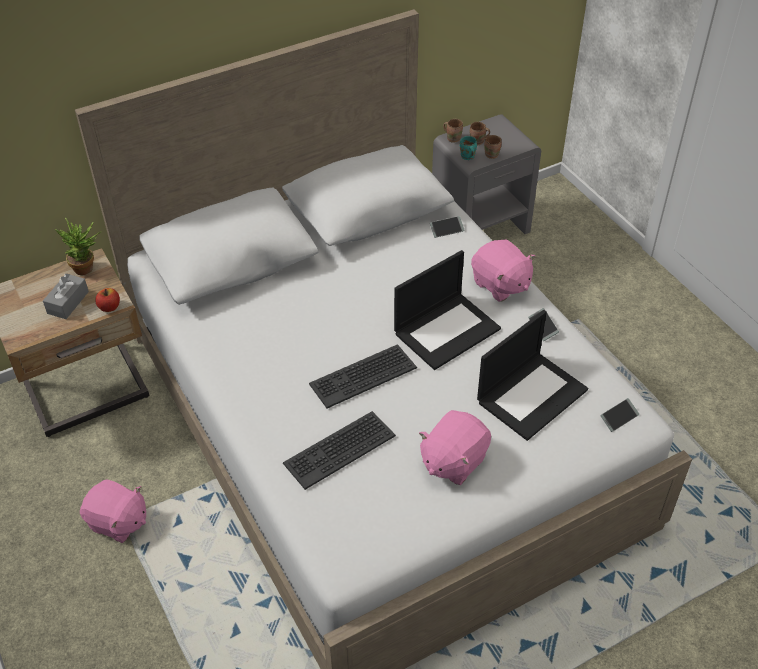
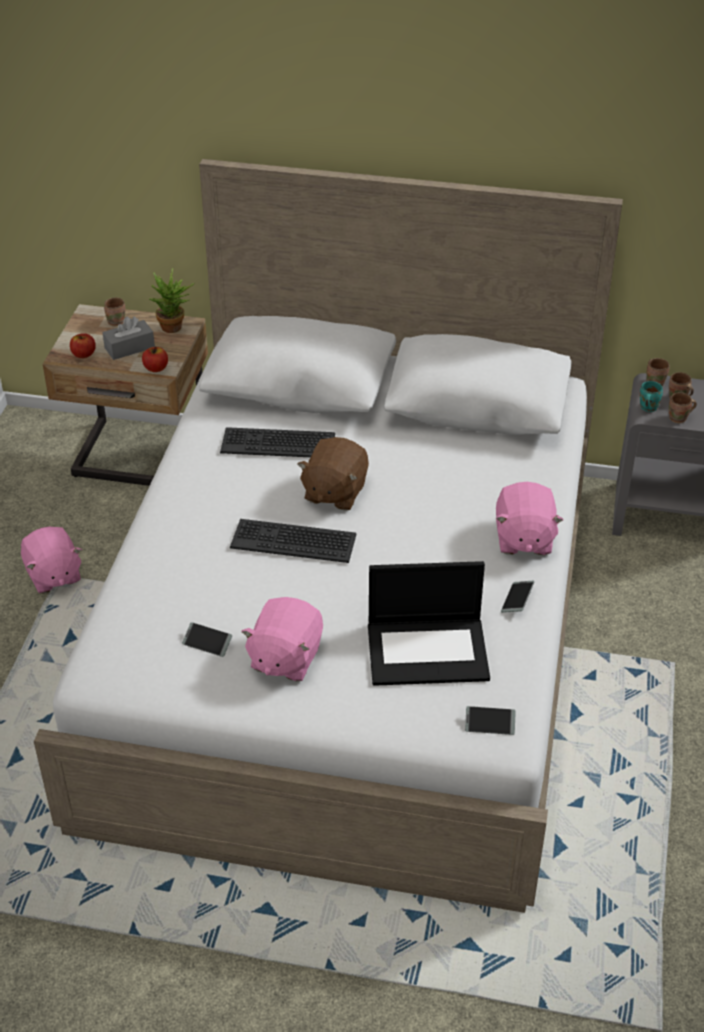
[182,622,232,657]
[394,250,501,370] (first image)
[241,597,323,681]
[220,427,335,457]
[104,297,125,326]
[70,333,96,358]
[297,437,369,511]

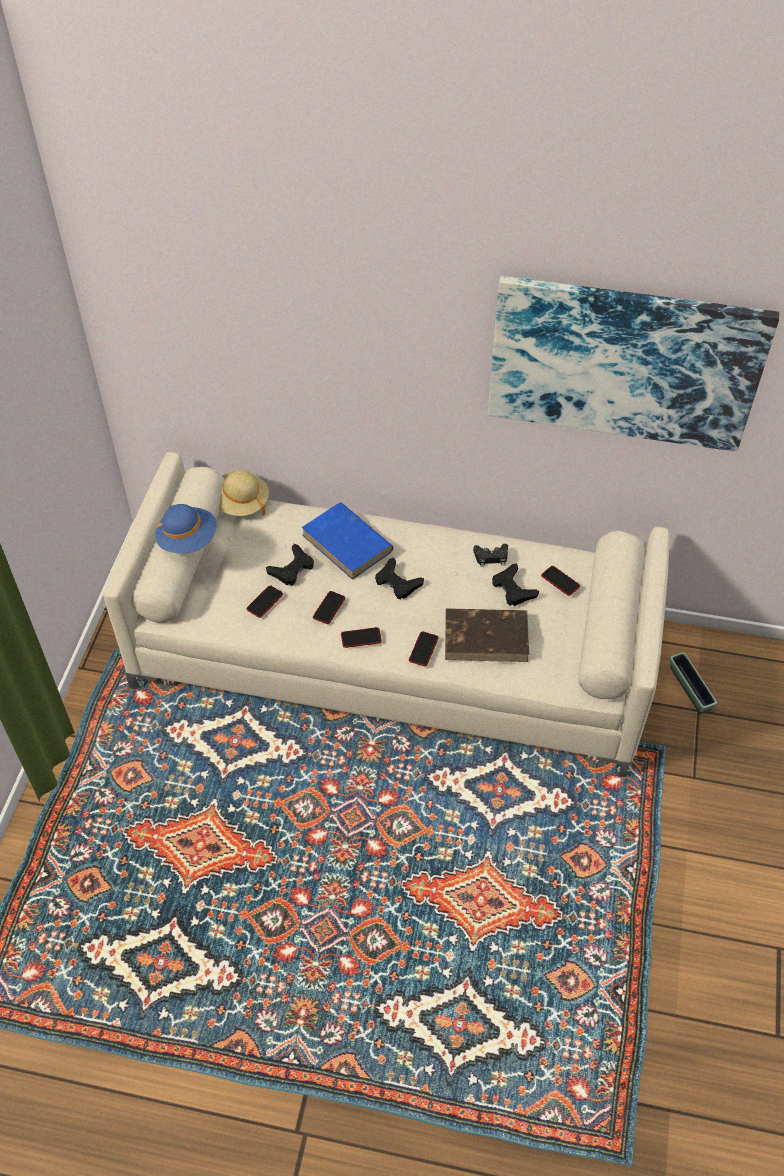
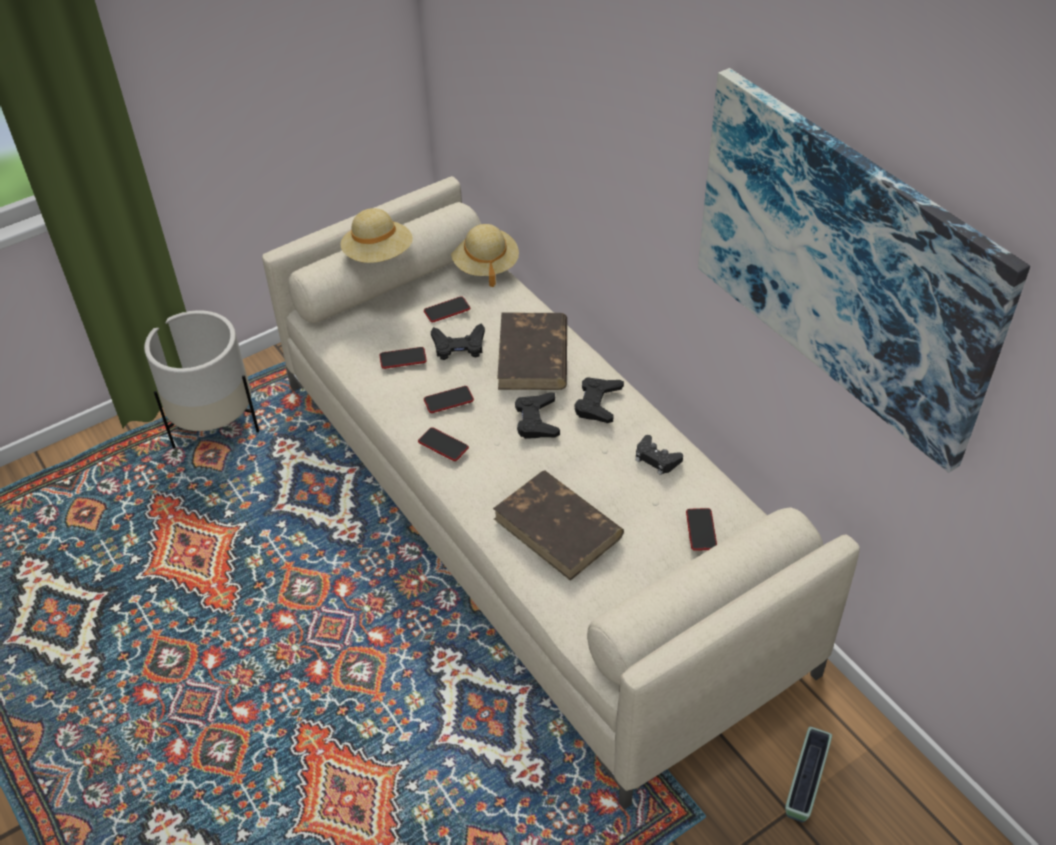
[497,313,567,390]
[340,208,413,263]
[574,377,624,423]
[424,296,470,322]
[144,310,259,448]

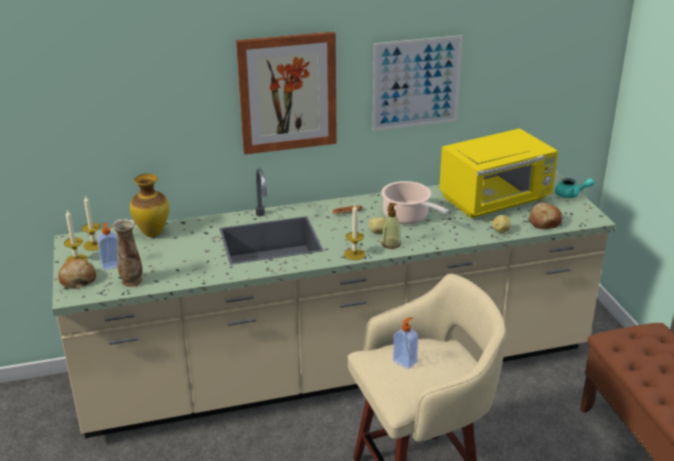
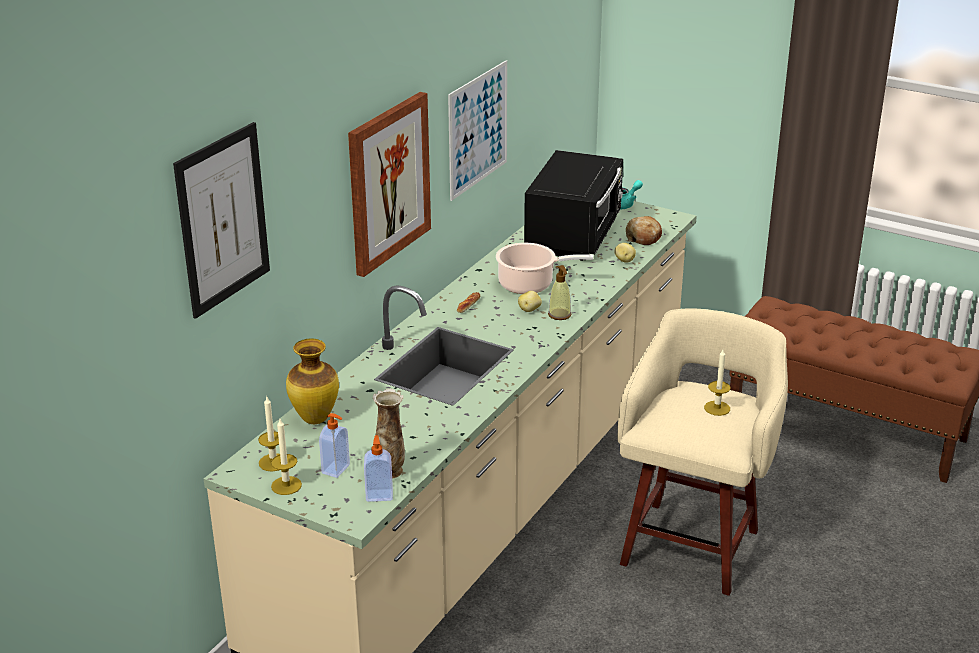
[524,150,623,261]
[704,350,731,416]
[58,258,96,289] (first image)
[364,435,393,502]
[173,122,270,319]

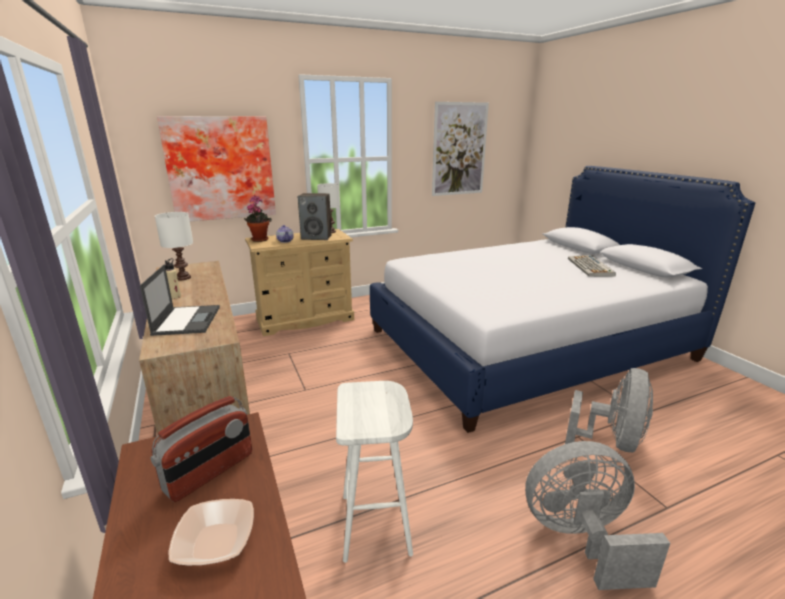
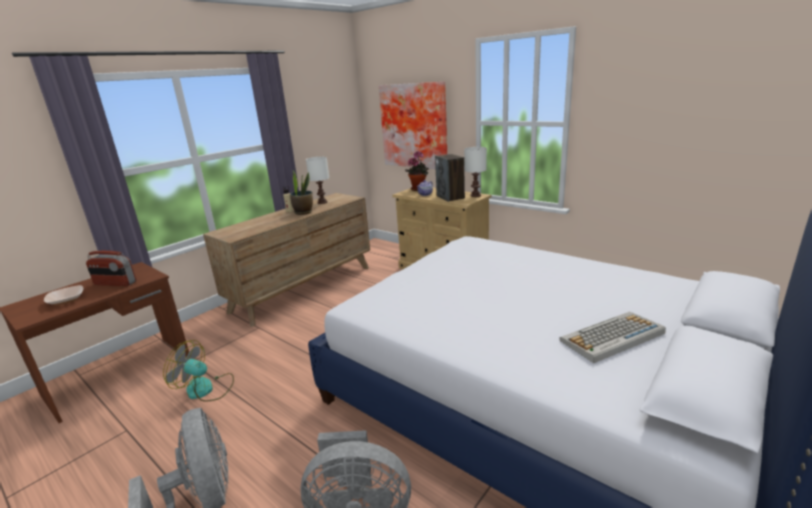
[432,102,489,196] (first image)
[140,264,220,336] (first image)
[163,340,234,402]
[290,171,313,215]

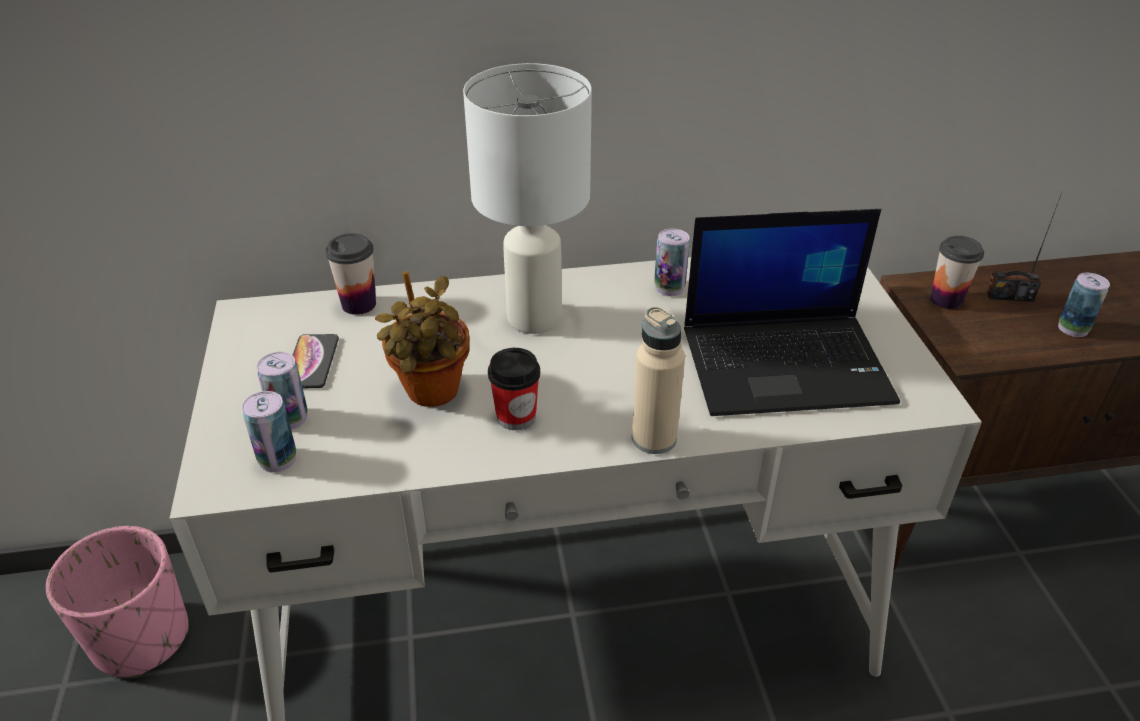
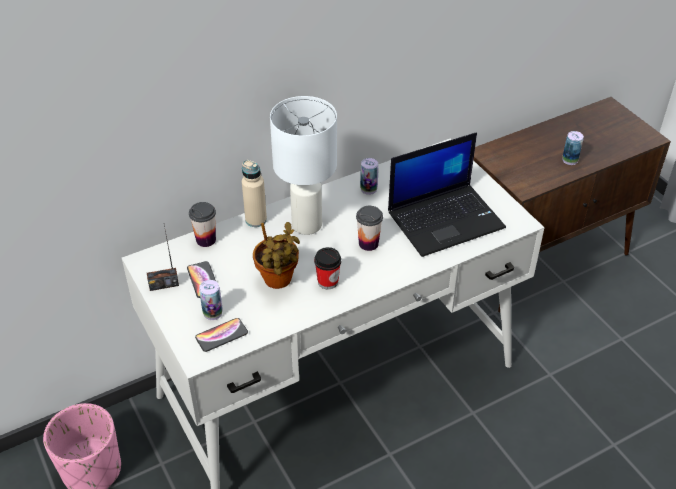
[147,225,179,291]
[356,206,383,251]
[242,160,267,227]
[195,318,248,352]

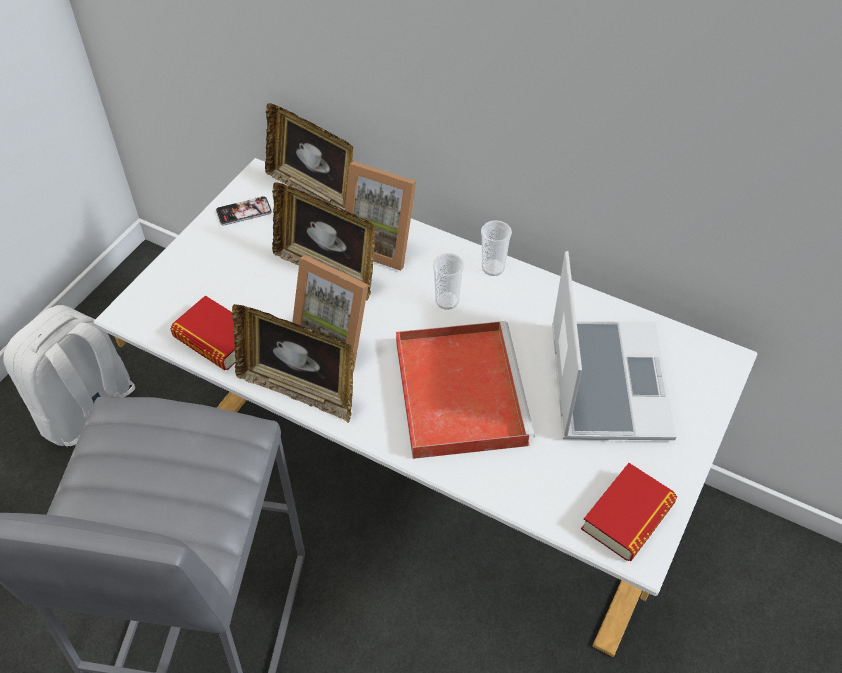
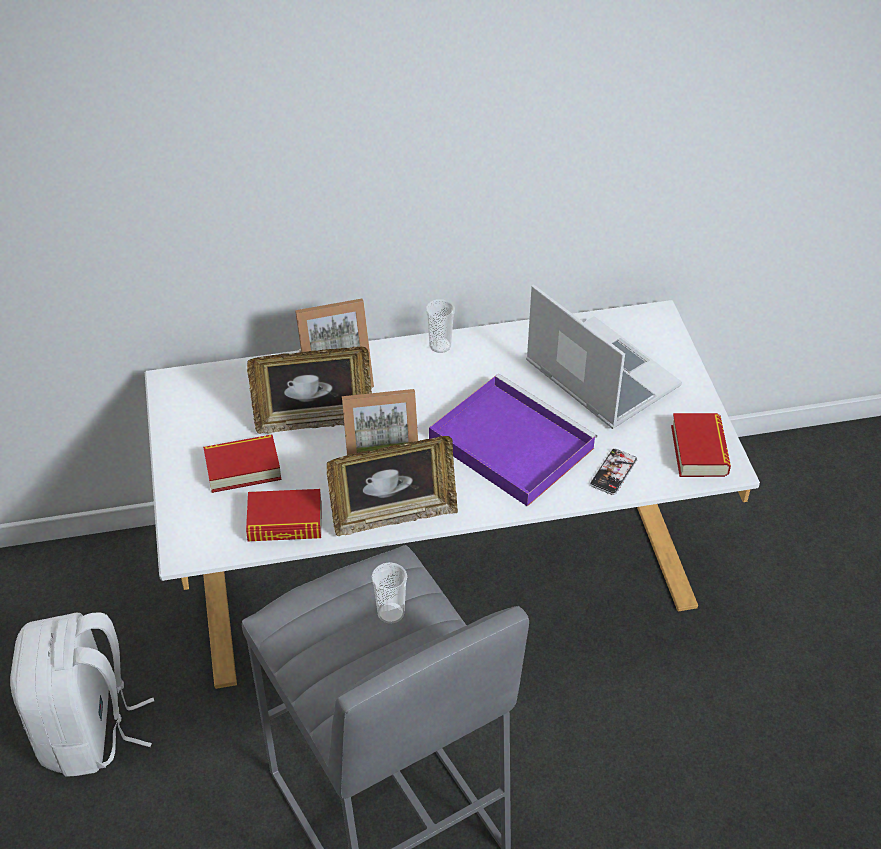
[265,103,353,210] (first image)
[590,448,637,495]
[372,562,407,624]
[429,374,597,507]
[203,435,282,493]

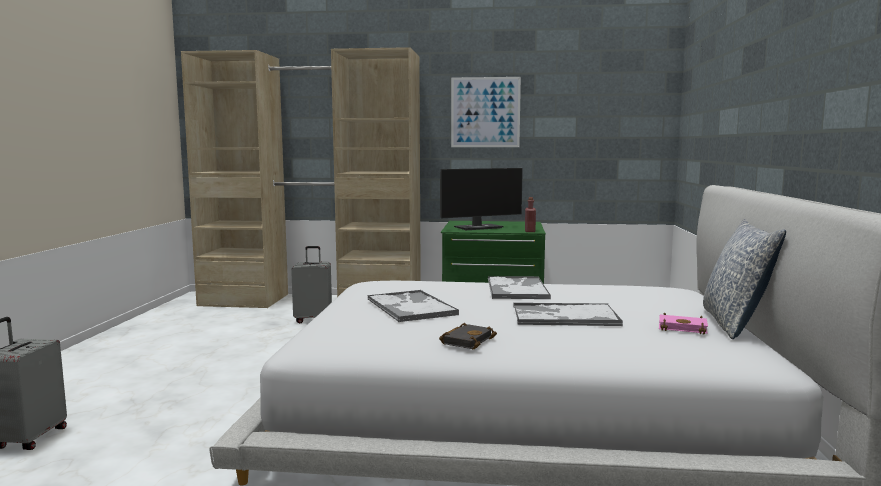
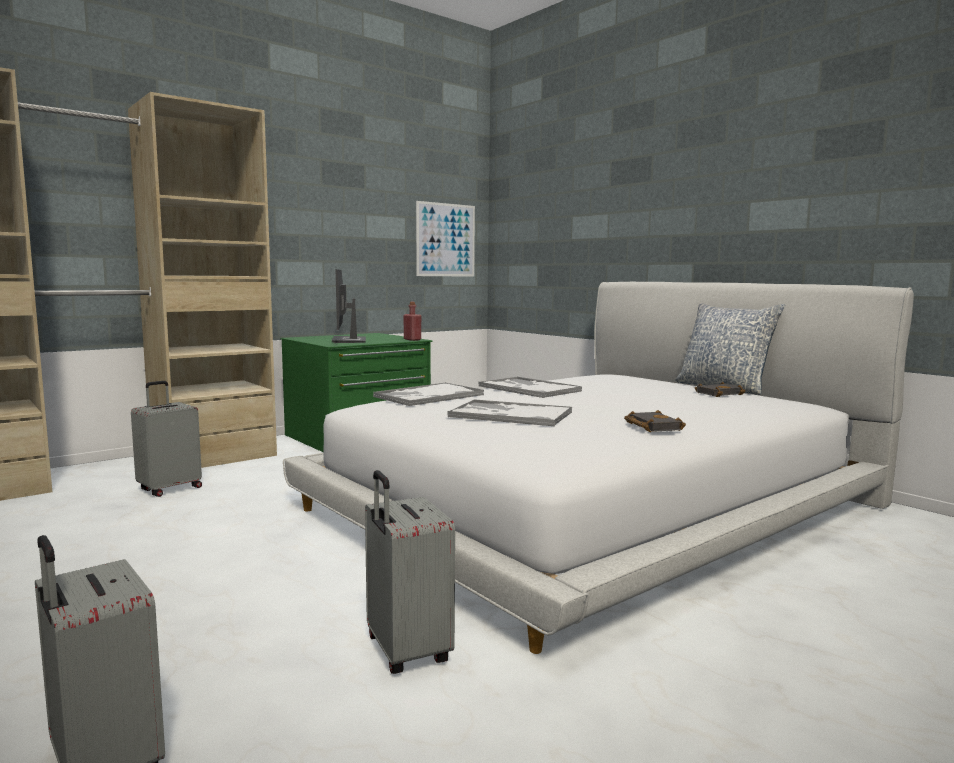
[416,201,475,277]
[332,269,366,343]
[373,383,484,406]
[695,382,745,397]
[365,470,455,674]

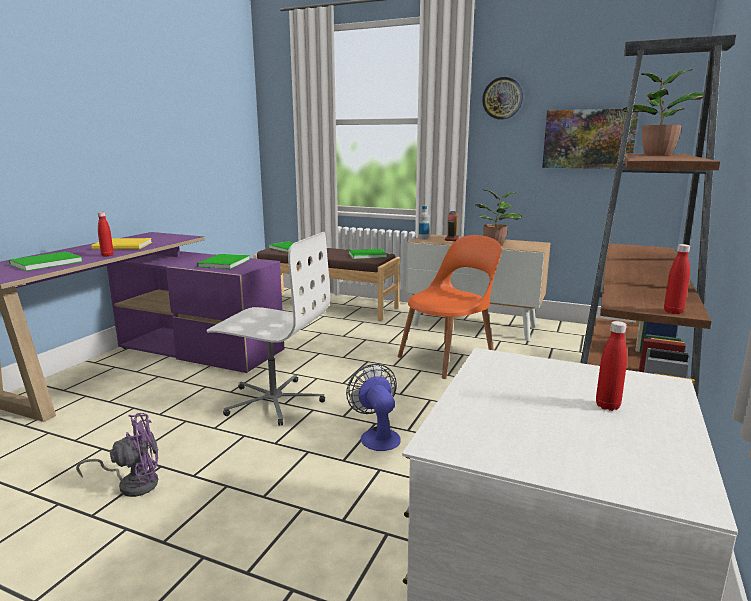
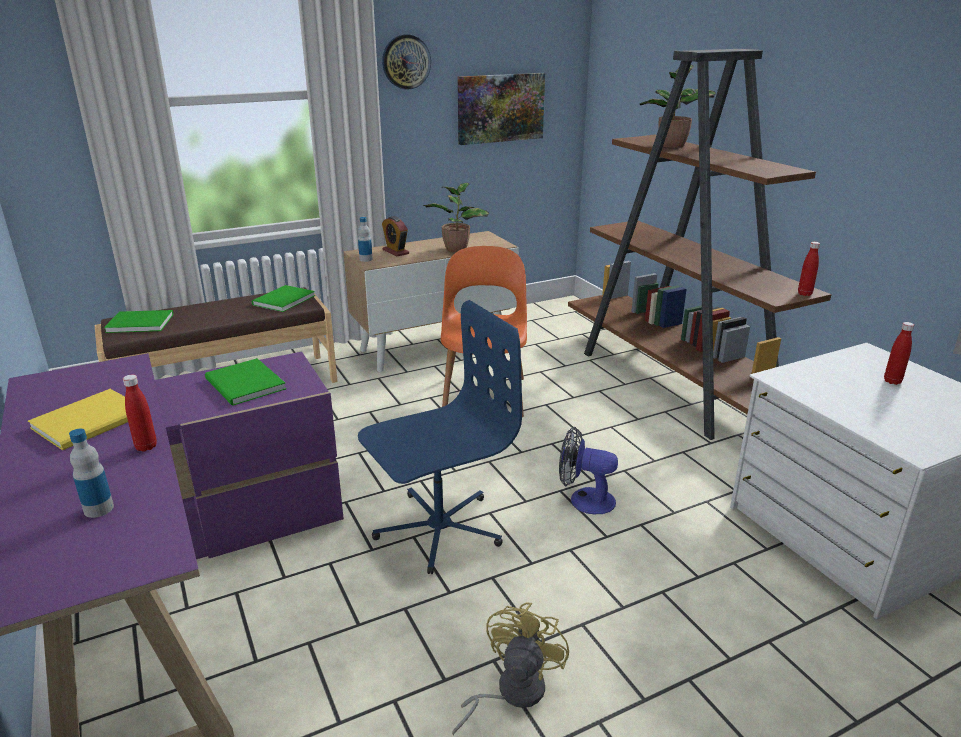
[358,300,522,574]
[69,428,114,518]
[452,603,569,735]

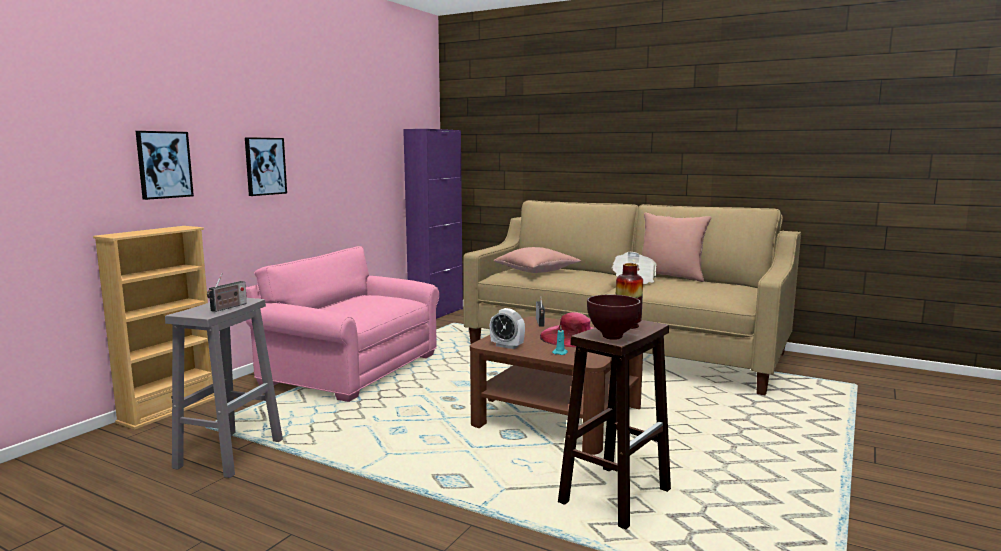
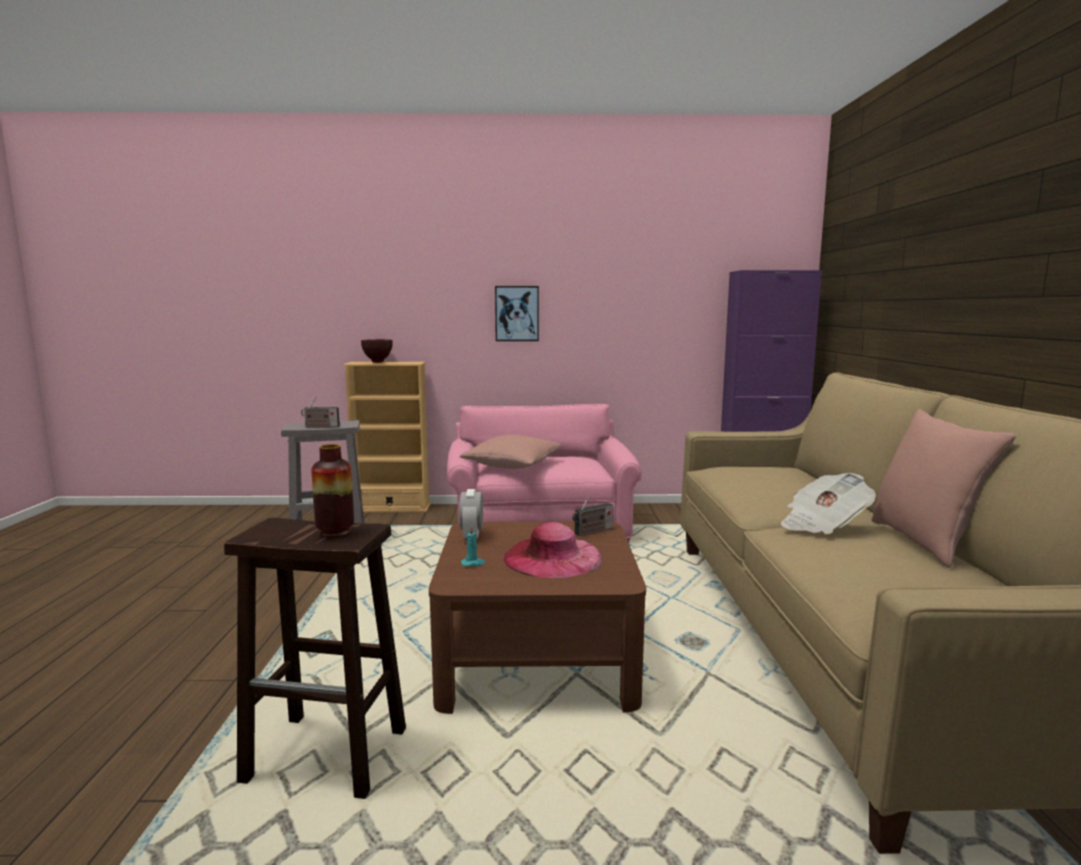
[136,131,194,200] (first image)
[460,435,562,469]
[361,339,392,363]

